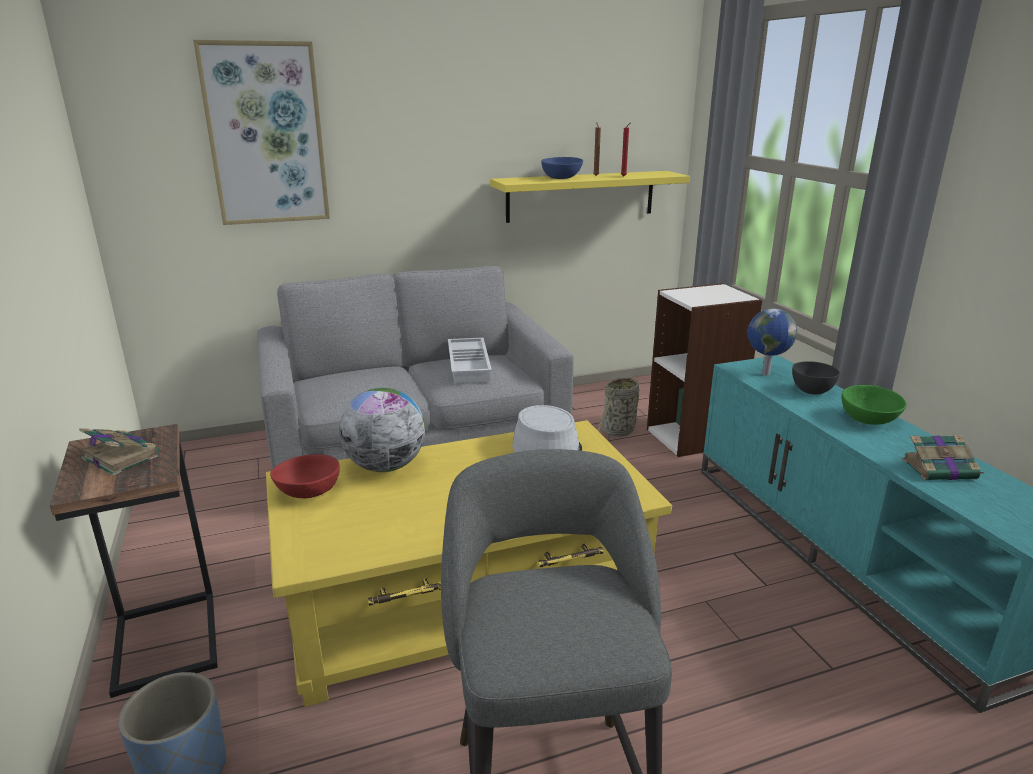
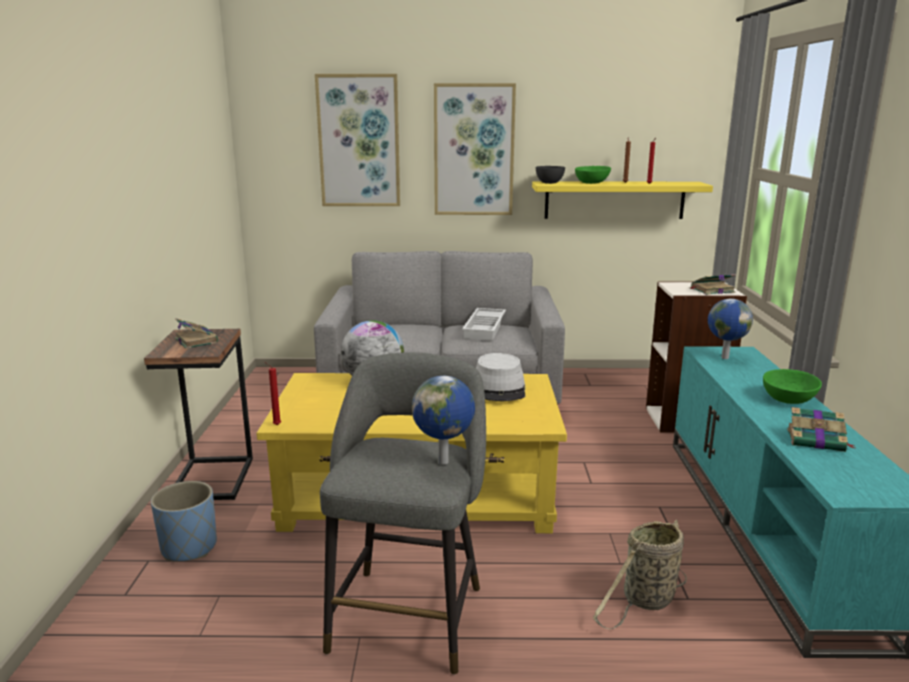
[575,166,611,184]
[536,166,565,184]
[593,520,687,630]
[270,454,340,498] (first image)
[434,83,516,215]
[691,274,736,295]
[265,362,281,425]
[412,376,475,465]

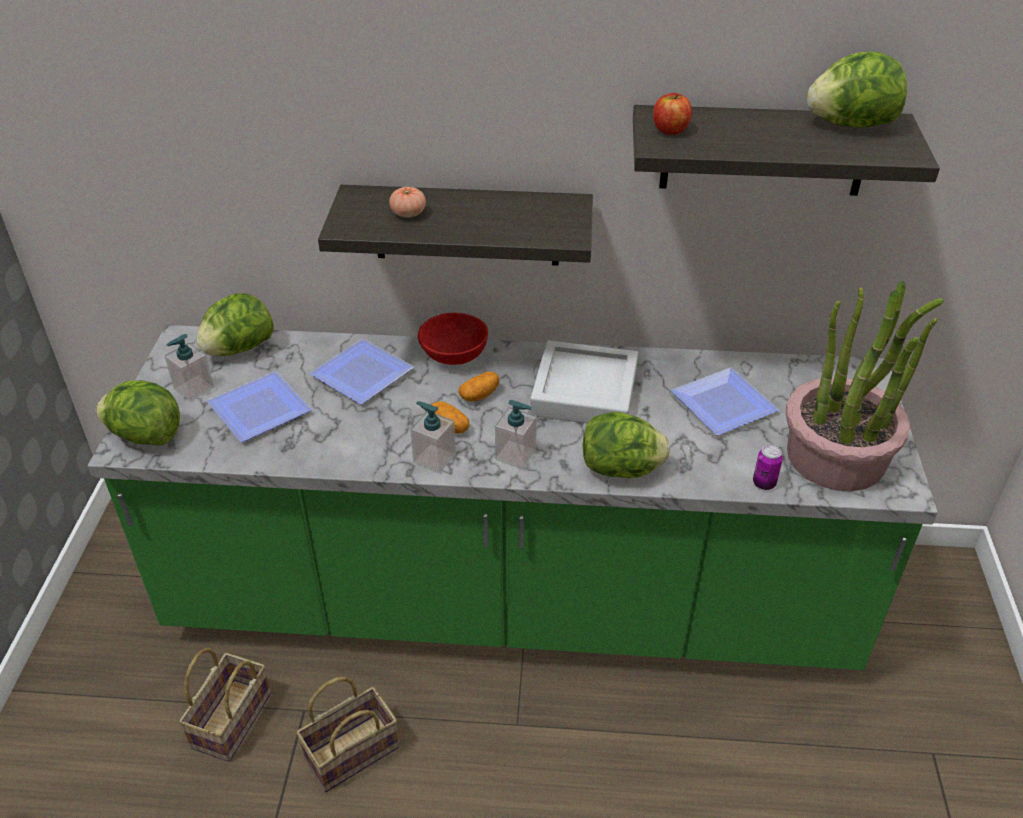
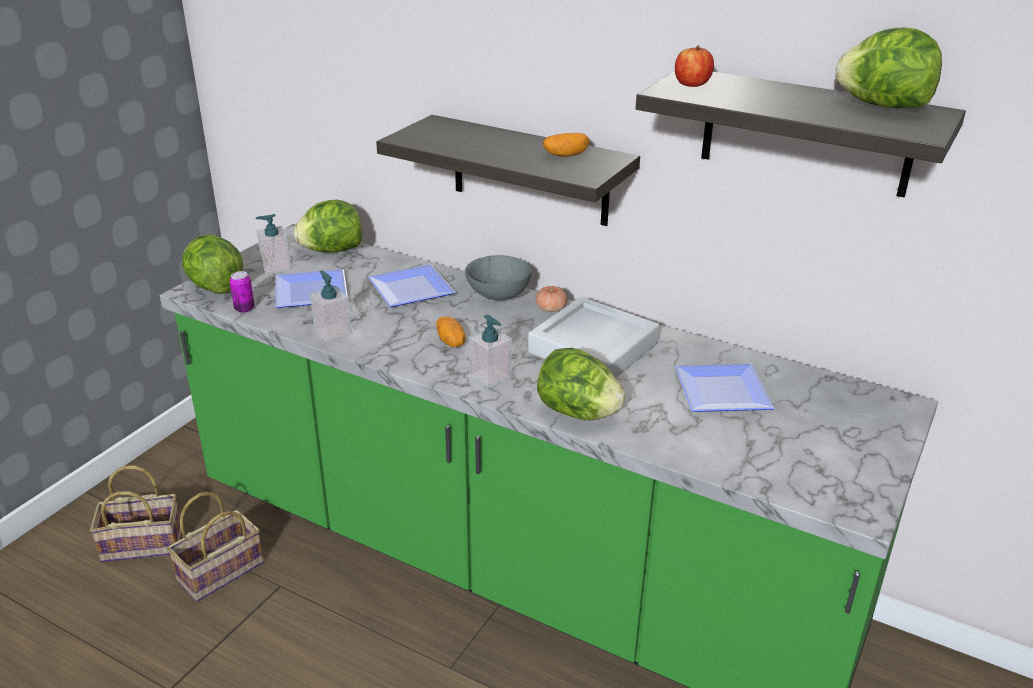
[536,286,568,312]
[786,281,943,491] (first image)
[465,255,532,300]
[543,133,590,157]
[310,271,352,342]
[230,271,255,313]
[90,466,181,563]

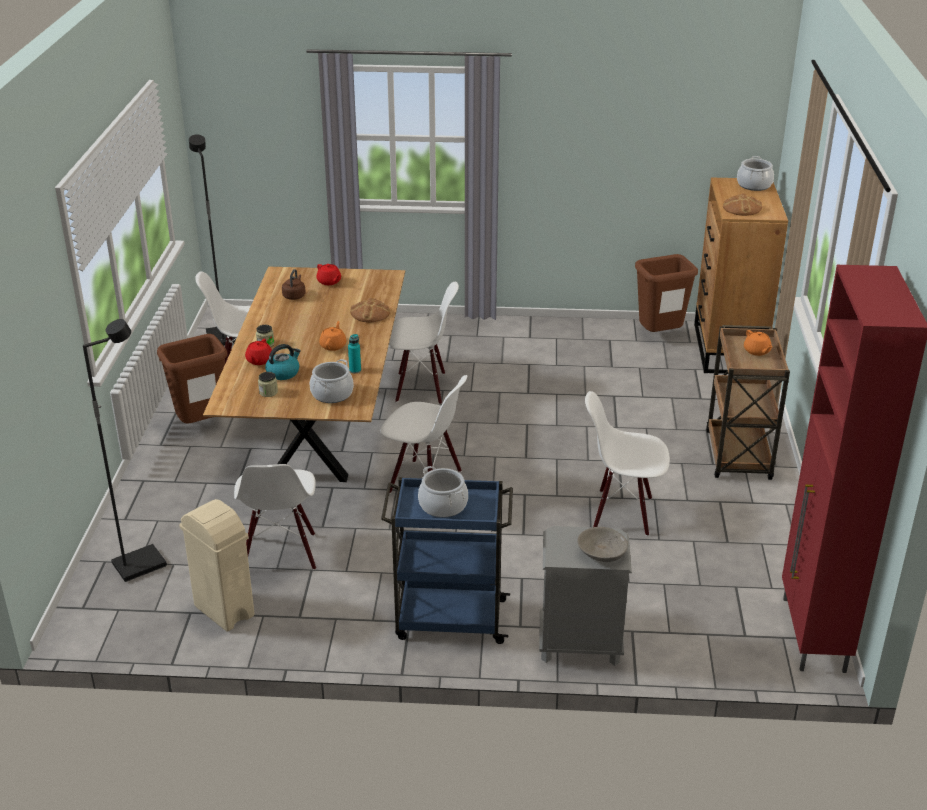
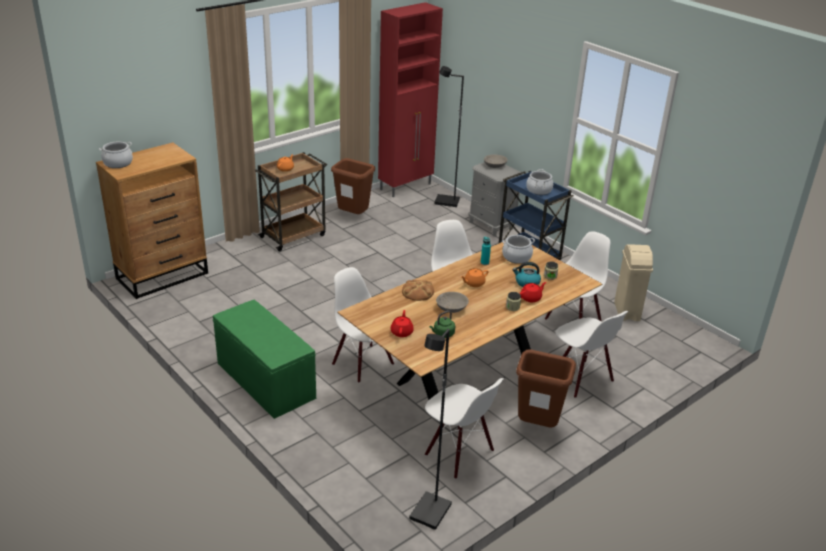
[723,193,762,216] (first image)
[331,158,375,214]
[429,311,455,338]
[435,66,464,207]
[555,311,628,398]
[436,292,469,313]
[213,300,316,419]

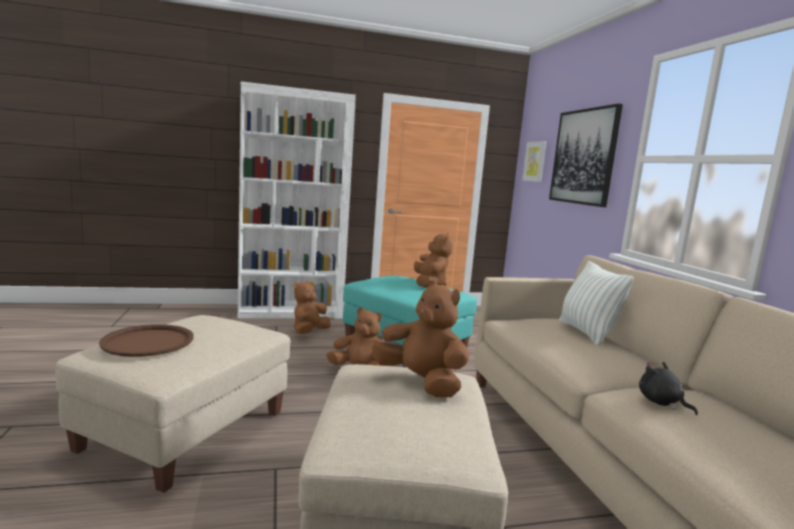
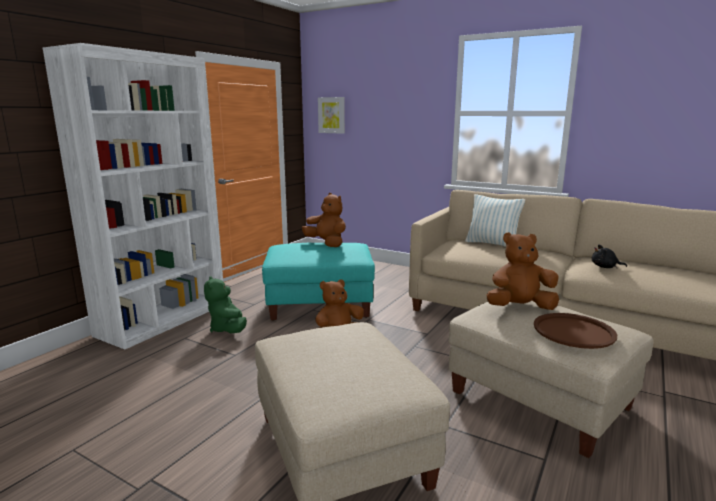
[549,104,623,207] (first image)
[204,276,247,333]
[534,313,617,349]

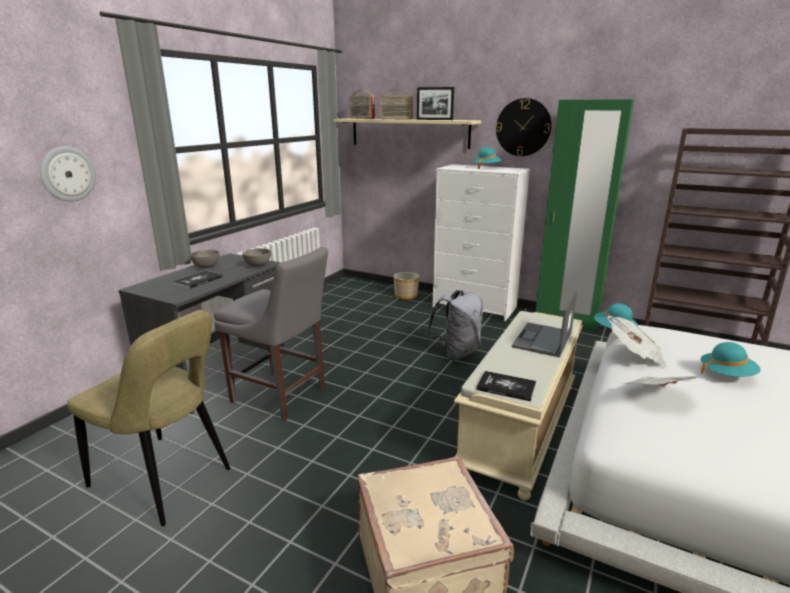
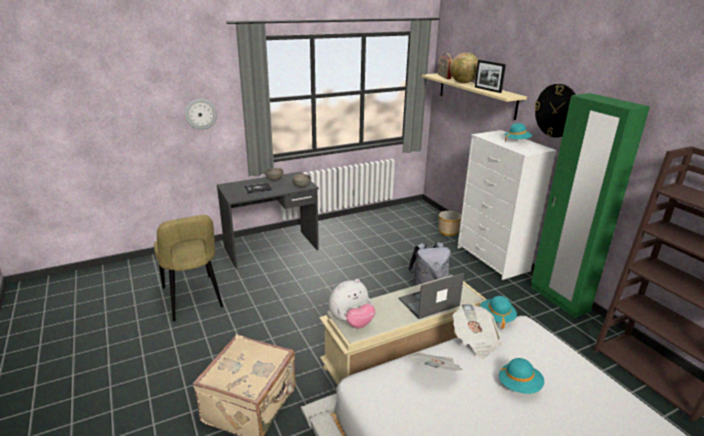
[450,53,478,83]
[214,247,328,421] (first image)
[329,279,375,328]

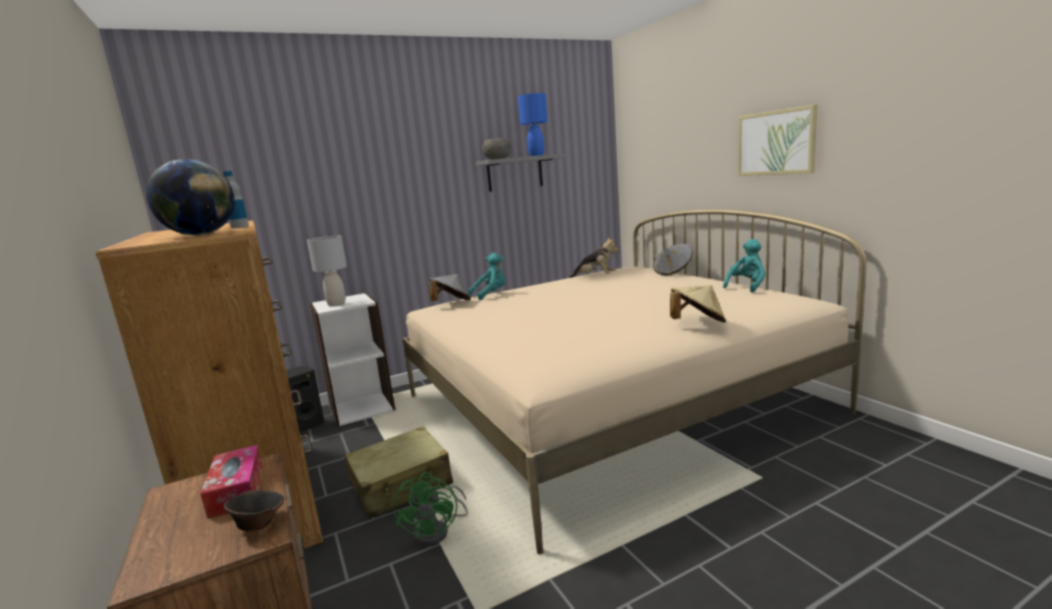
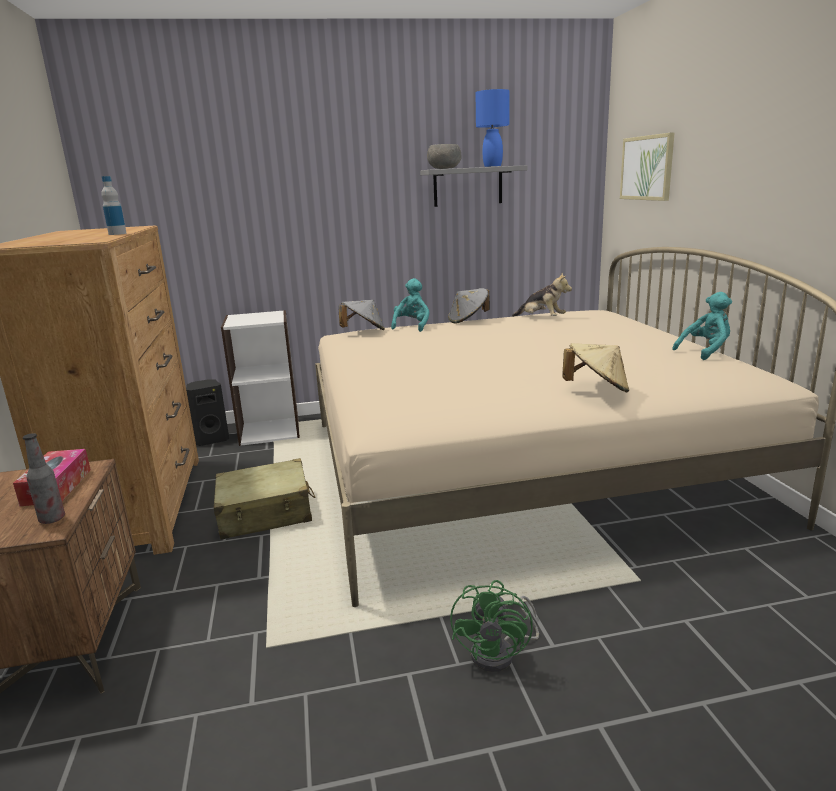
[620,132,675,201]
[146,159,235,235] (first image)
[307,236,347,306] (first image)
[448,288,490,323]
[391,278,430,332]
[450,580,539,672]
[23,433,65,524]

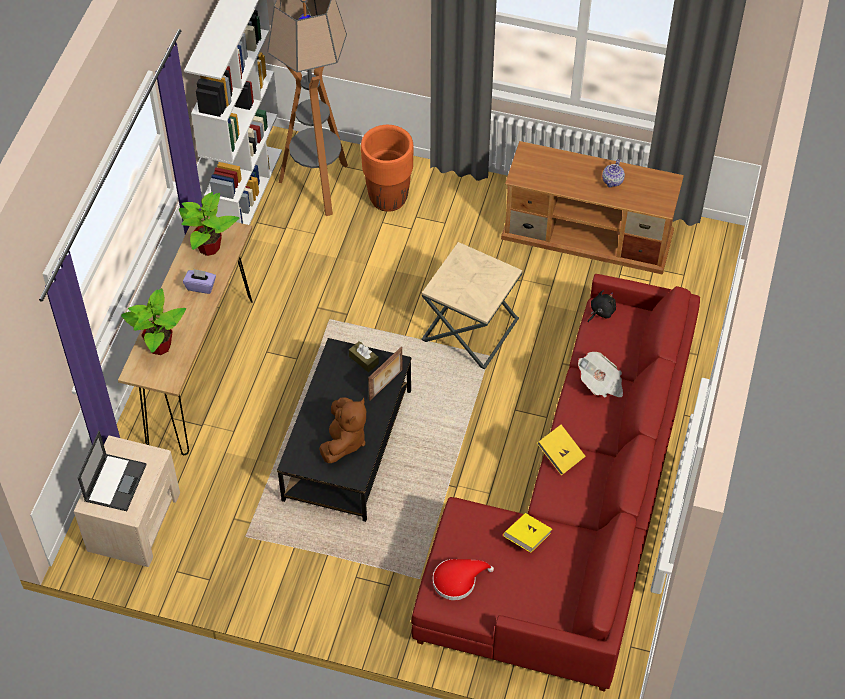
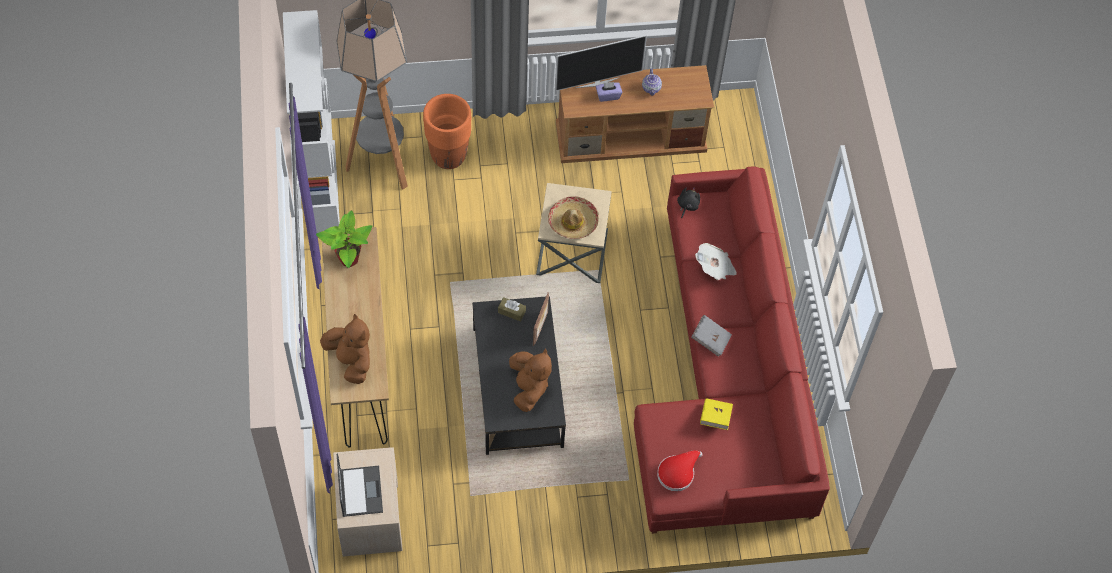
[596,82,622,102]
[320,314,370,384]
[691,315,732,357]
[555,35,647,91]
[548,196,599,239]

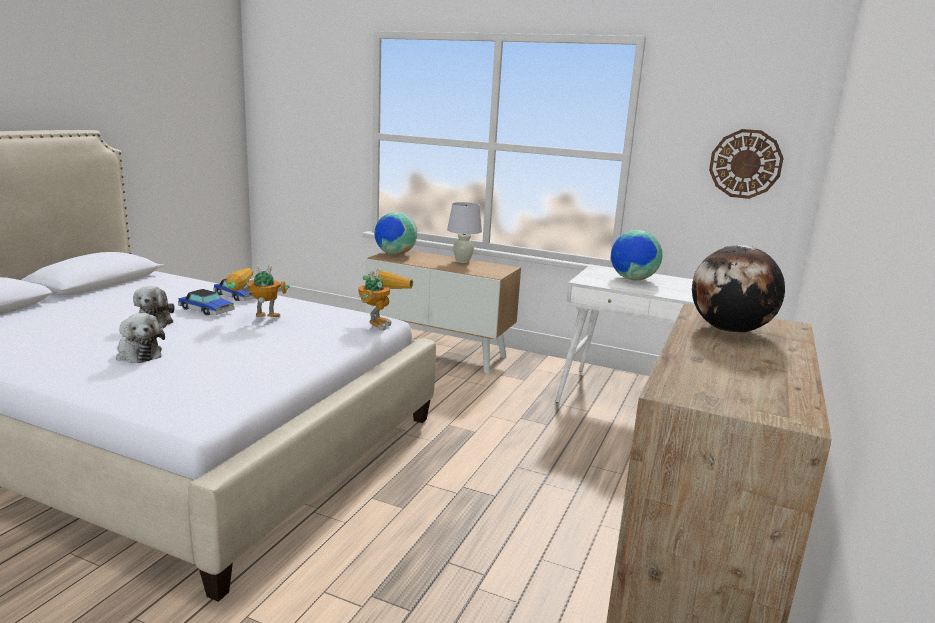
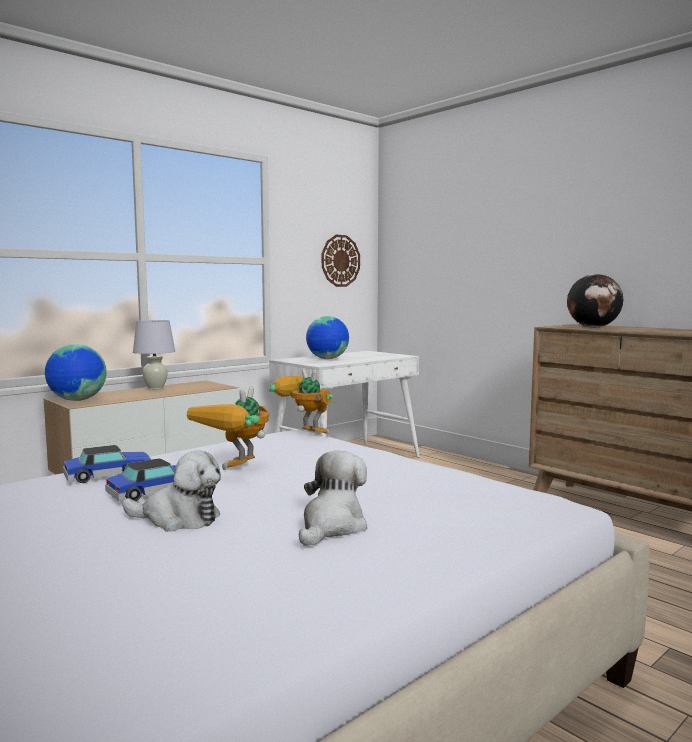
[299,451,367,546]

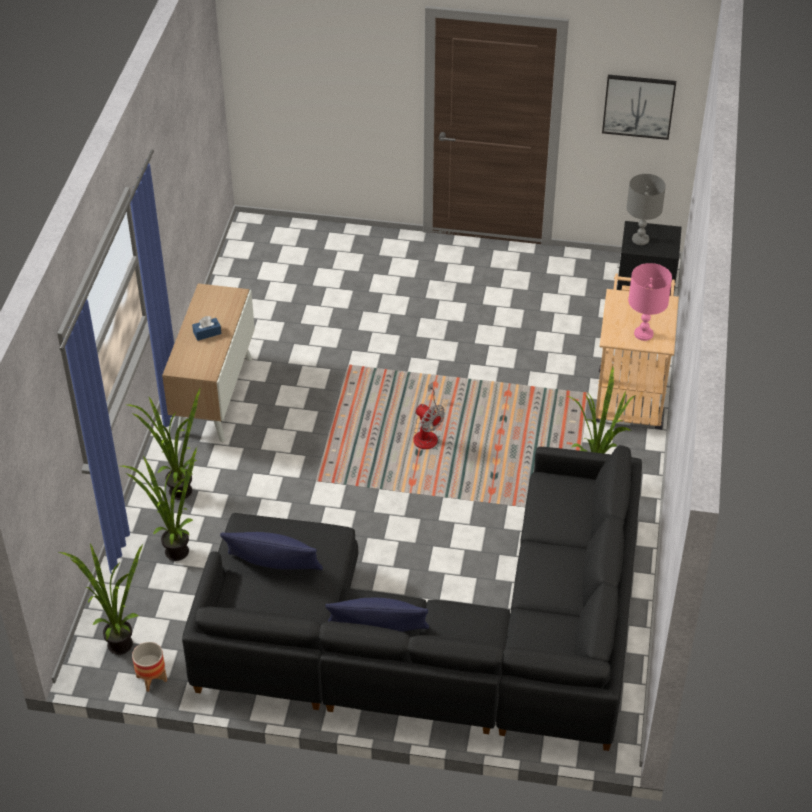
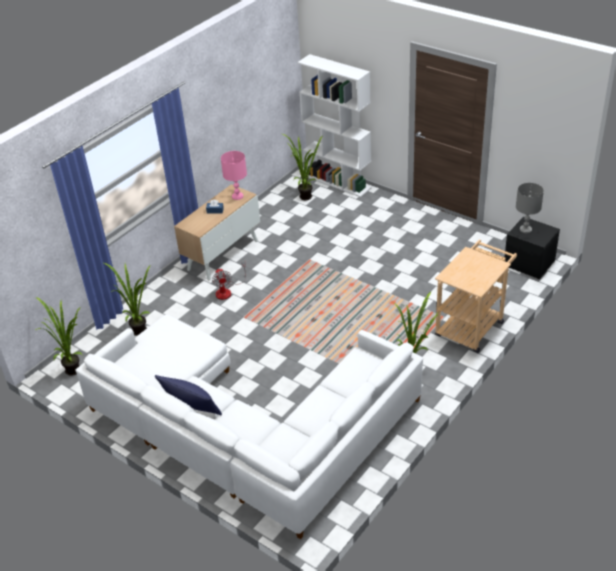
[602,75,676,140] (first image)
[221,151,247,200]
[212,262,246,300]
[283,134,323,200]
[75,314,423,539]
[220,532,323,570] (first image)
[132,642,167,692] (first image)
[297,54,372,197]

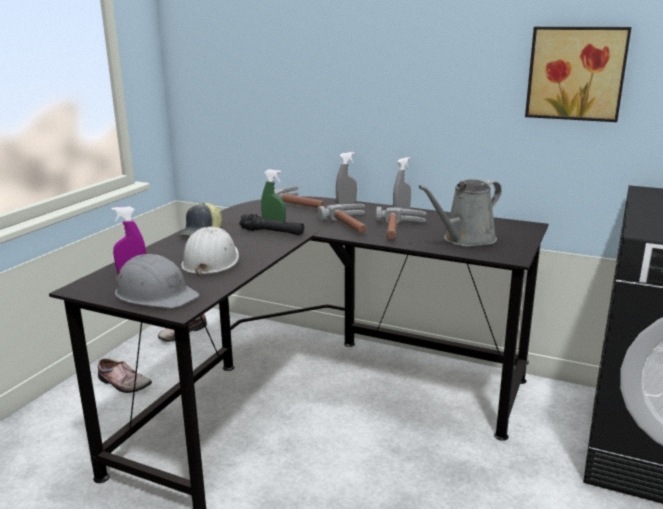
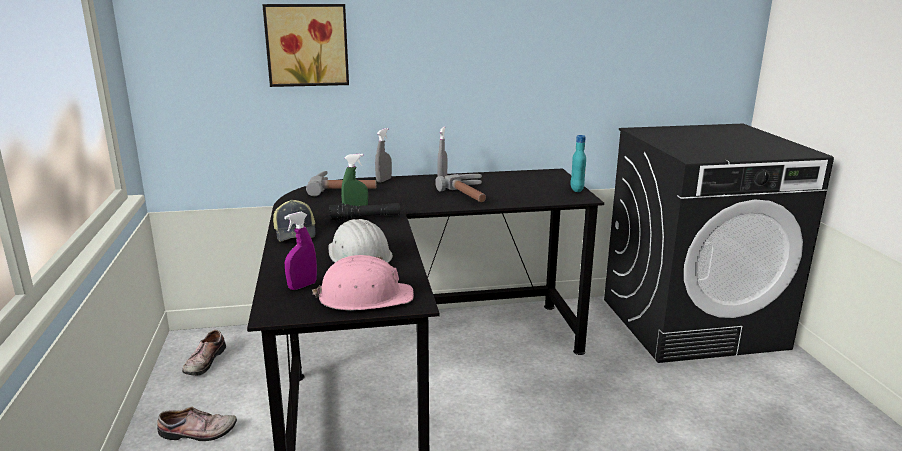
[262,4,349,87]
[419,179,501,247] (first image)
[317,204,367,233] (first image)
[311,255,414,310]
[570,135,586,192]

